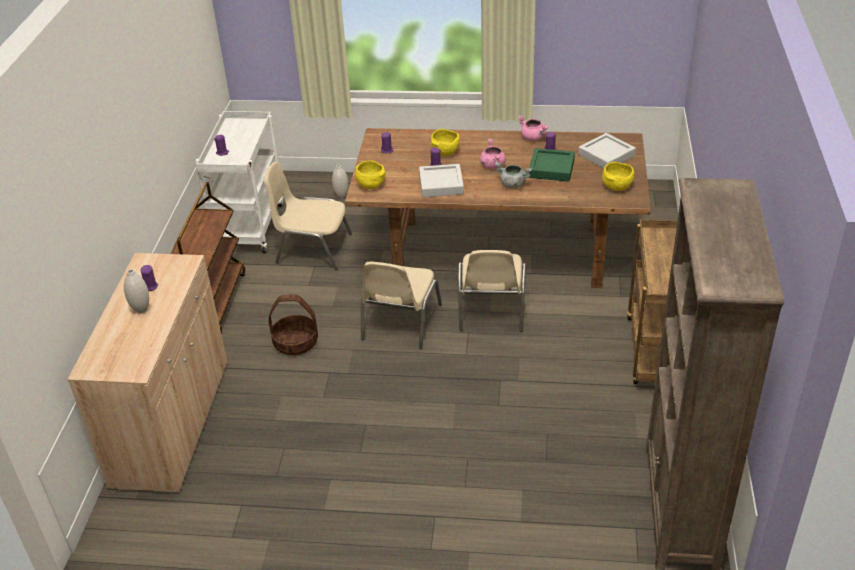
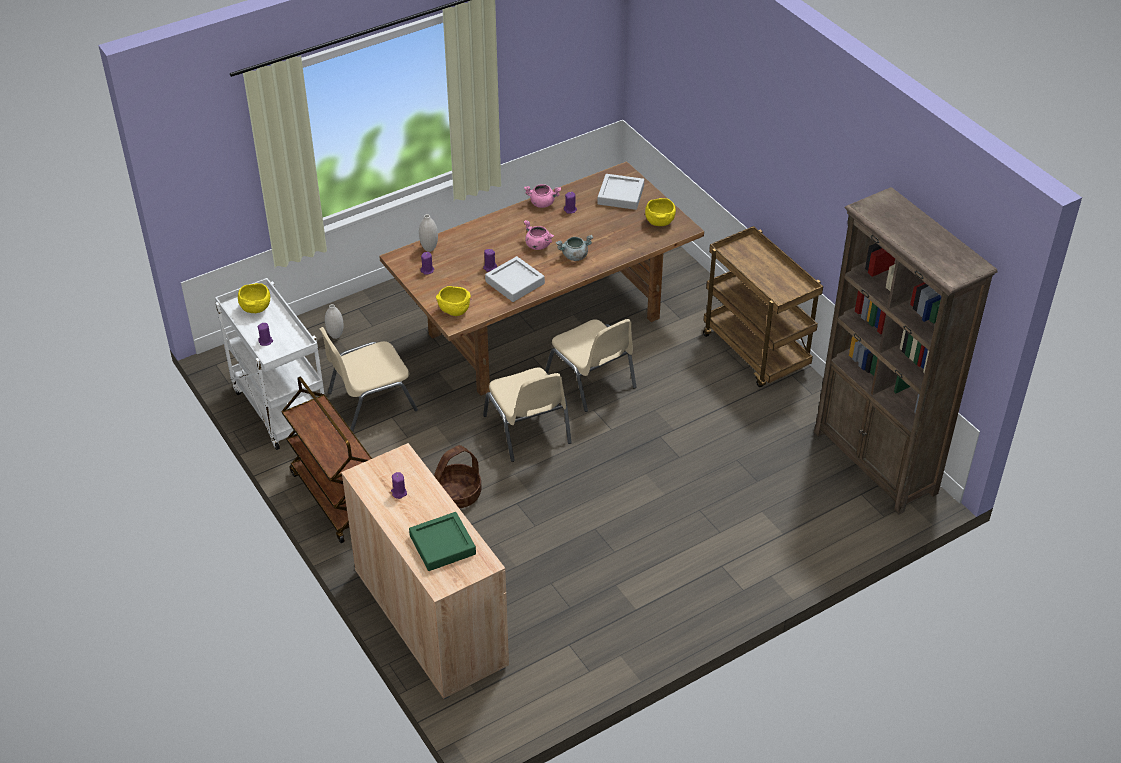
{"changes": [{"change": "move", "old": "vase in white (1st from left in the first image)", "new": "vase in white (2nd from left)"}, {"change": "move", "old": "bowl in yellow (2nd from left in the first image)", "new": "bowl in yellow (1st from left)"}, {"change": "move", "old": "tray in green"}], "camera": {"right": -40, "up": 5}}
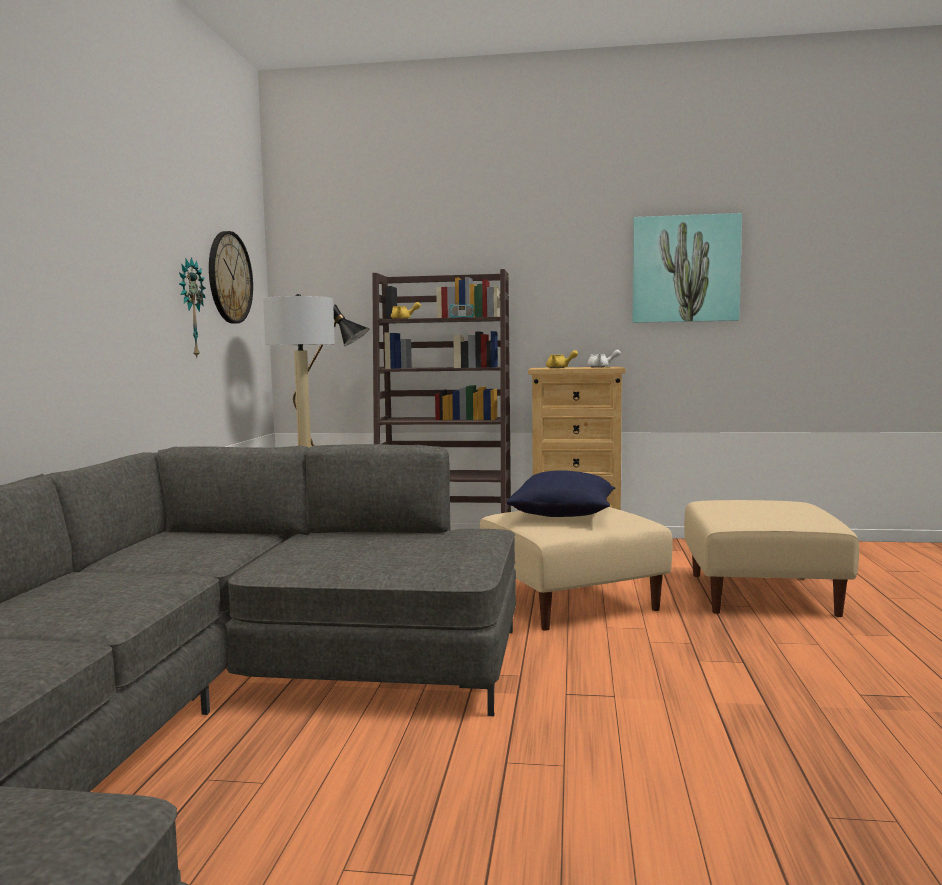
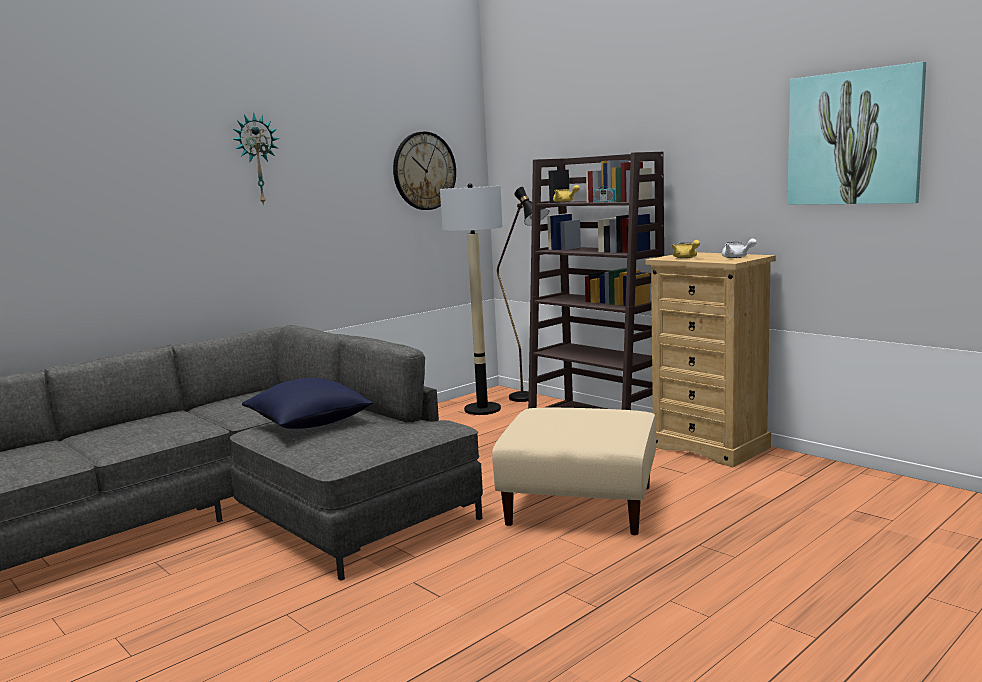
{"changes": [{"change": "move", "old": "wall clock (1st from left)"}, {"change": "move", "old": "pillow in blue"}, {"change": "delete", "old": "ottoman in beige (2nd from left)"}], "camera": {"right": 40, "up": 5}}
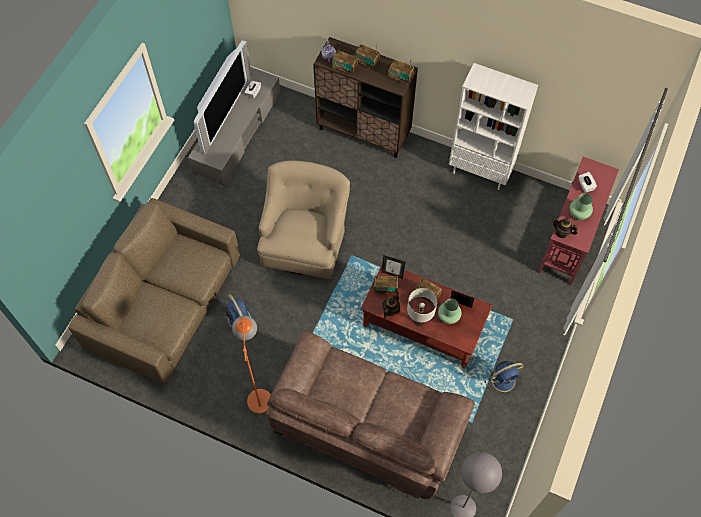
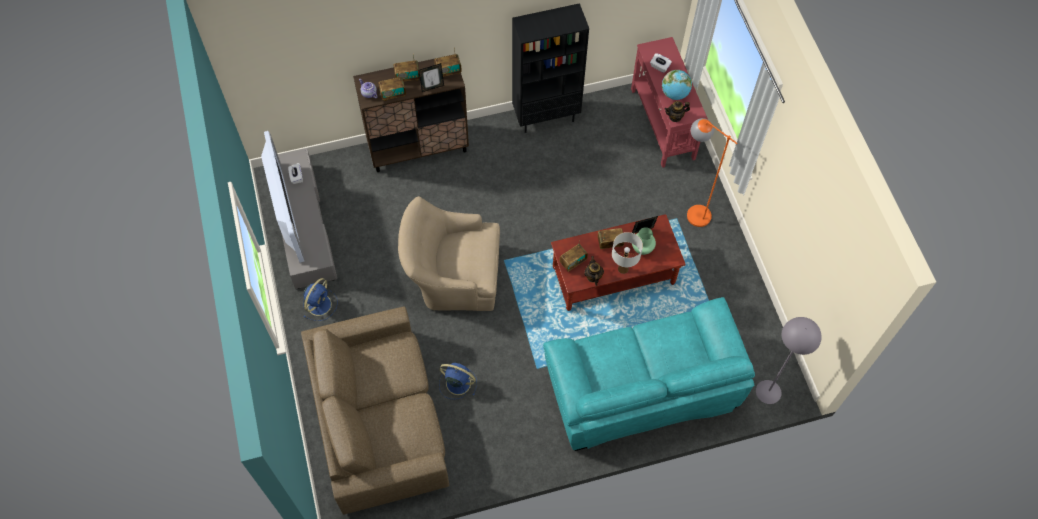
{"changes": [{"change": "move", "old": "floor lamp in orange"}, {"change": "rotate", "old": "armchair in beige", "degrees": -60}, {"change": "recolor", "old": "sofa in brown (2nd from left)", "new": "sofa in turquoise"}, {"change": "move", "old": "picture frame (1st from left)"}, {"change": "recolor", "old": "bookcase in white", "new": "bookcase in black"}, {"change": "move", "old": "fan in blue (2nd from left in the first image)", "new": "fan in blue (1st from left)"}, {"change": "replace", "old": "vase in green (2nd from left)", "new": "globe"}], "camera": {"right": -40, "up": 0}}
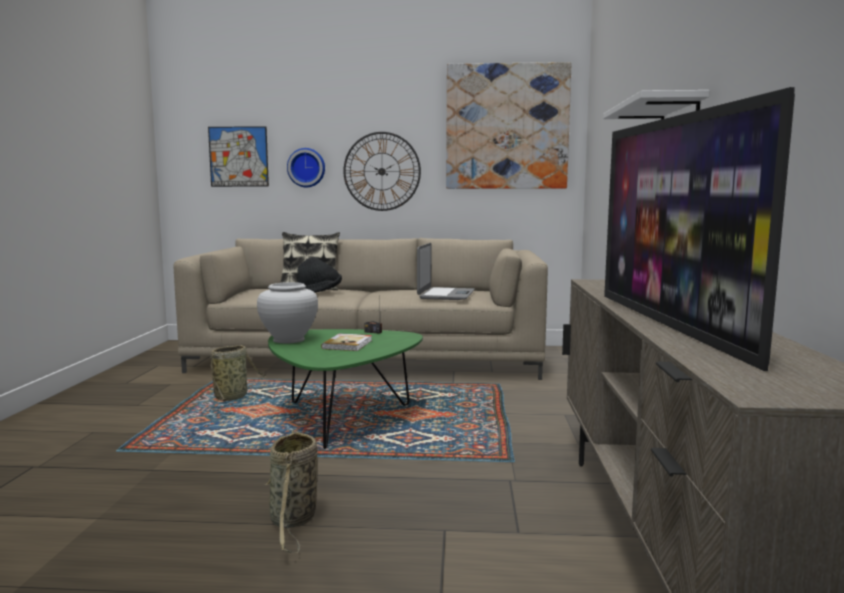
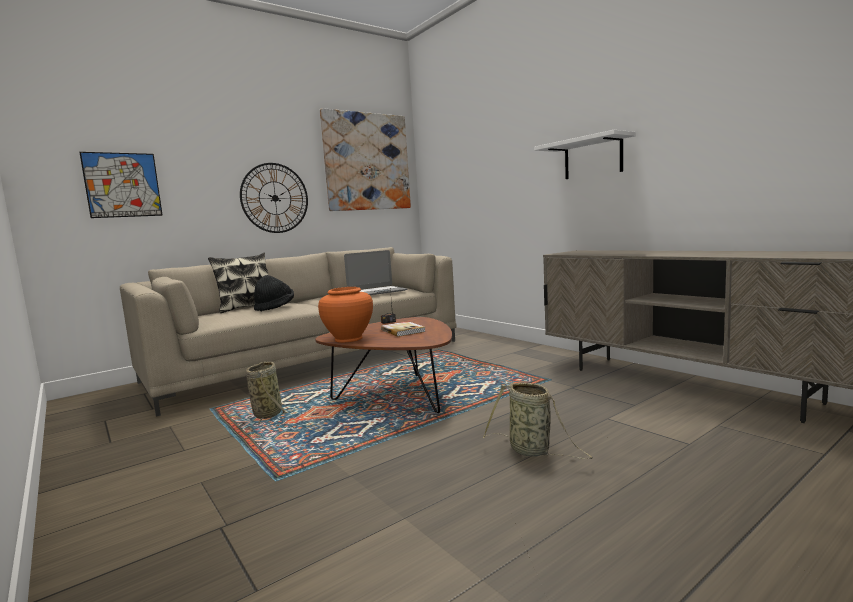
{"changes": [{"change": "recolor", "old": "vase in white", "new": "vase in orange"}, {"change": "recolor", "old": "coffee table in green", "new": "coffee table in brown"}, {"change": "delete", "old": "wall clock (1st from left)"}, {"change": "rotate", "old": "laptop", "degrees": 90}, {"change": "delete", "old": "television"}], "camera": {"right": -40, "up": 0}}
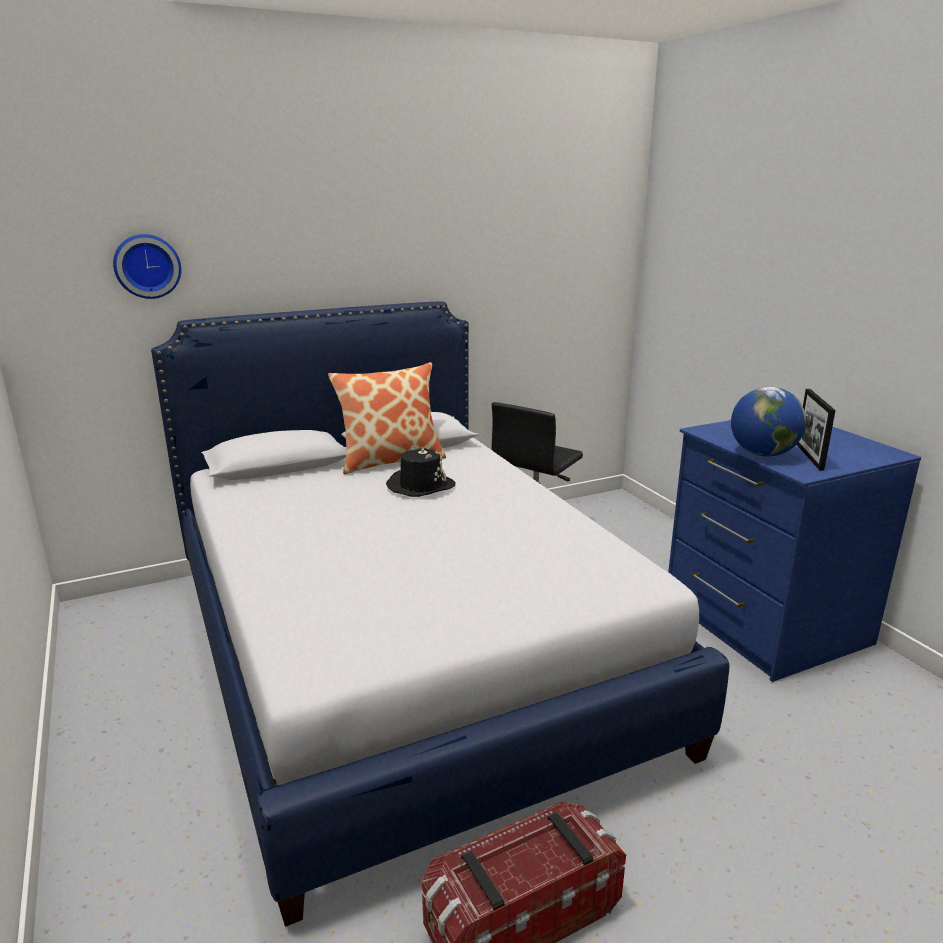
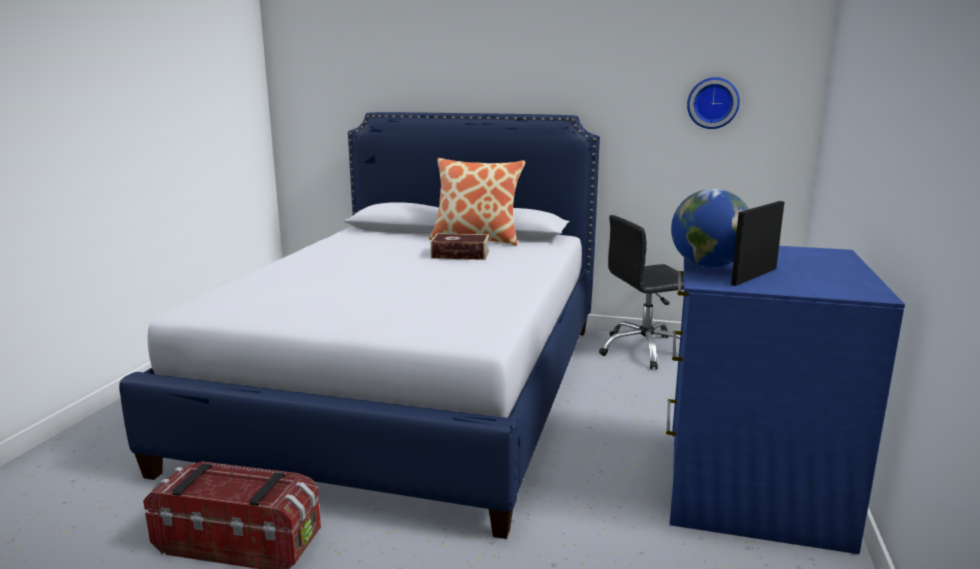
{"changes": [{"change": "move", "old": "wall clock"}, {"change": "replace", "old": "hat in black", "new": "book"}], "camera": {"right": 40, "up": -5}}
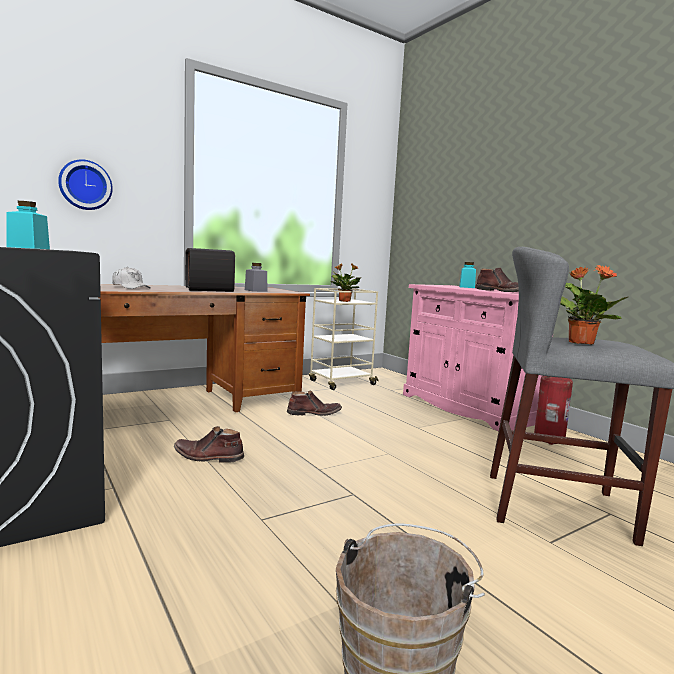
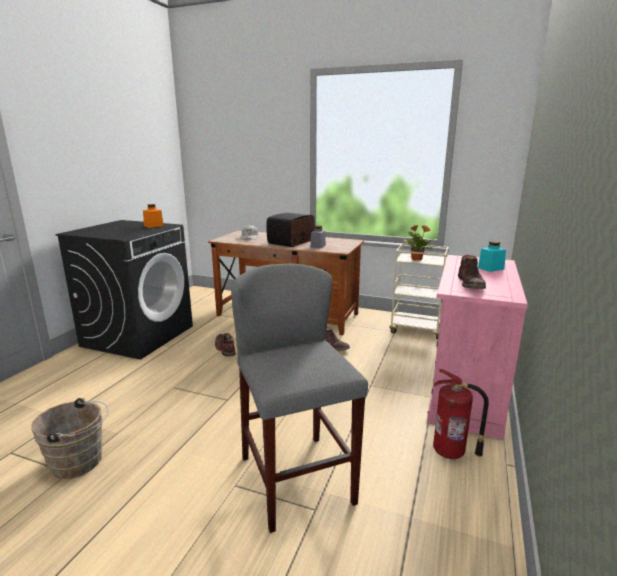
{"changes": [{"change": "recolor", "old": "jar in turquoise (1st from left)", "new": "jar in orange"}, {"change": "delete", "old": "wall clock"}, {"change": "delete", "old": "potted plant (2nd from left)"}], "camera": {"right": 55, "up": 10}}
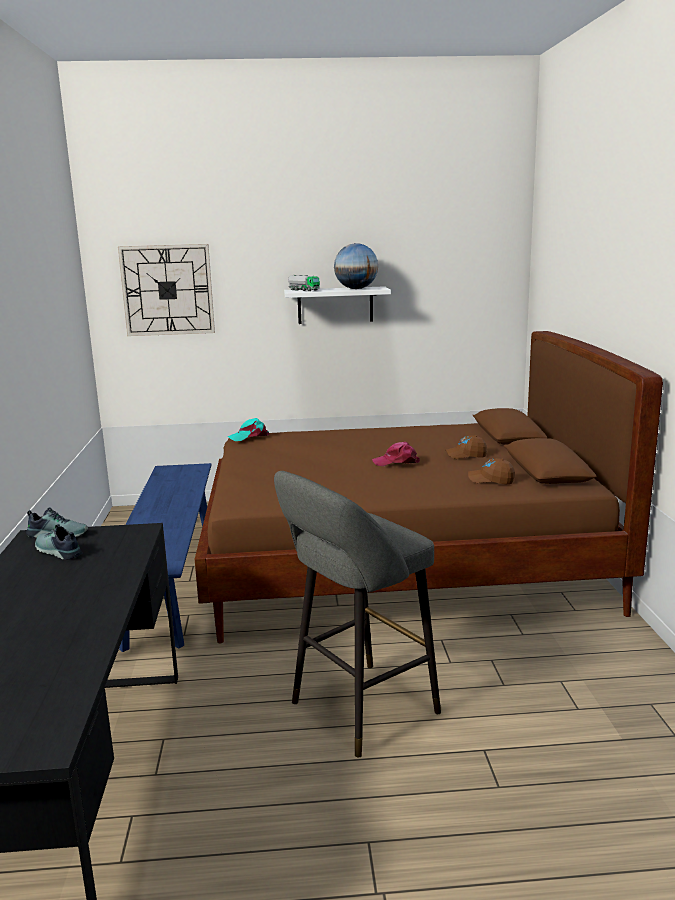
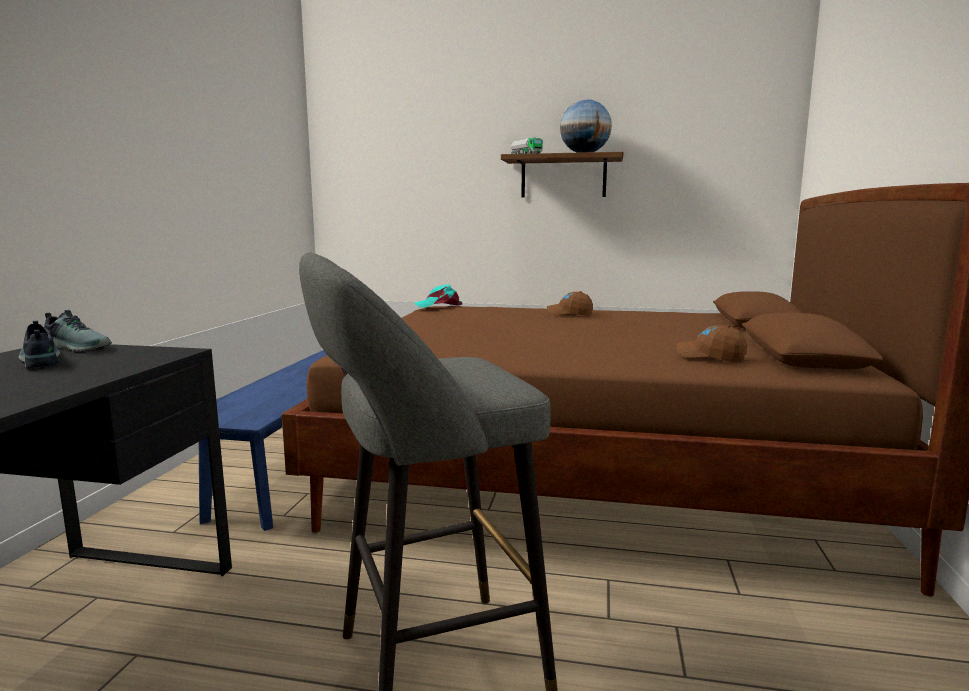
{"changes": [{"change": "delete", "old": "wall clock"}, {"change": "recolor", "old": "shelf in white", "new": "shelf in brown"}, {"change": "delete", "old": "cap in pink"}, {"change": "move", "old": "cap in brown (1st from left)"}], "camera": {"right": 15, "up": -5}}
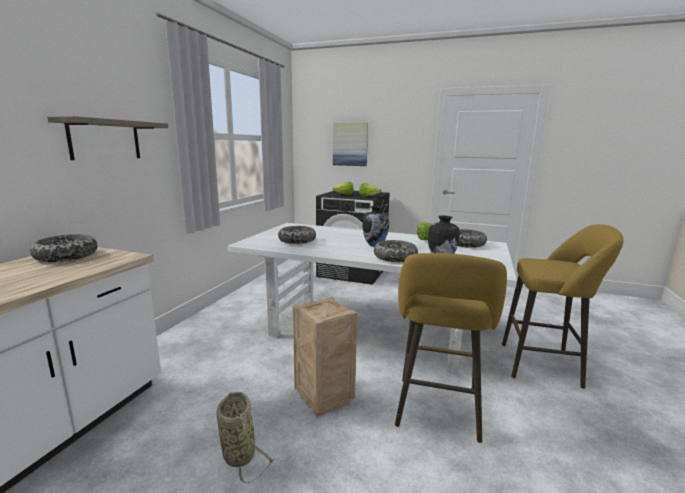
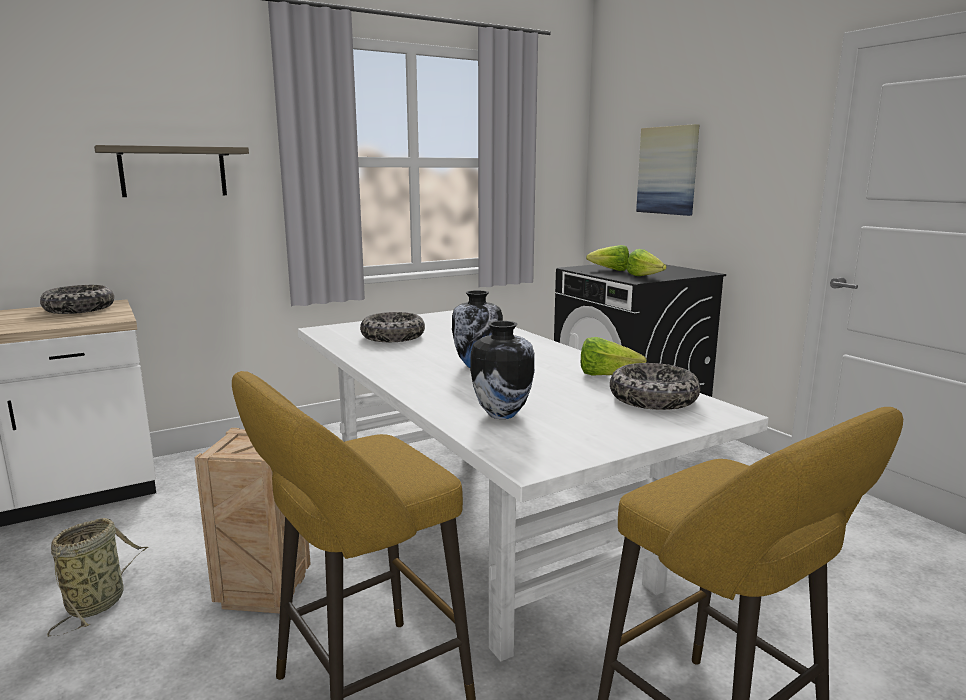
{"changes": [{"change": "delete", "old": "bowl (3rd from left)"}], "camera": {"right": 40, "up": 0}}
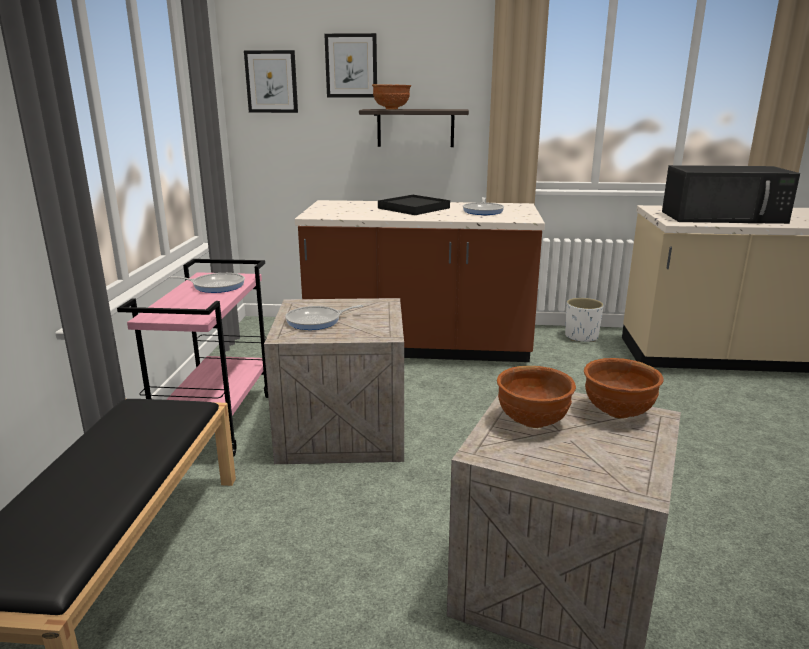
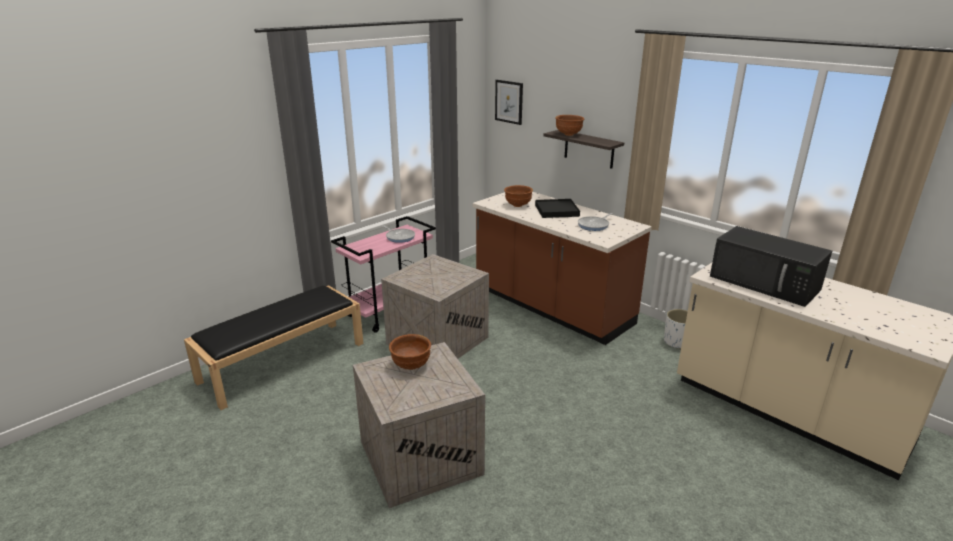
{"changes": [{"change": "delete", "old": "frying pan (2nd from left)"}, {"change": "delete", "old": "picture (2nd from left)"}, {"change": "move", "old": "bowl in brown (3rd from left in the first image)", "new": "bowl in brown (2nd from left)"}], "camera": {"right": 40, "up": 5}}
